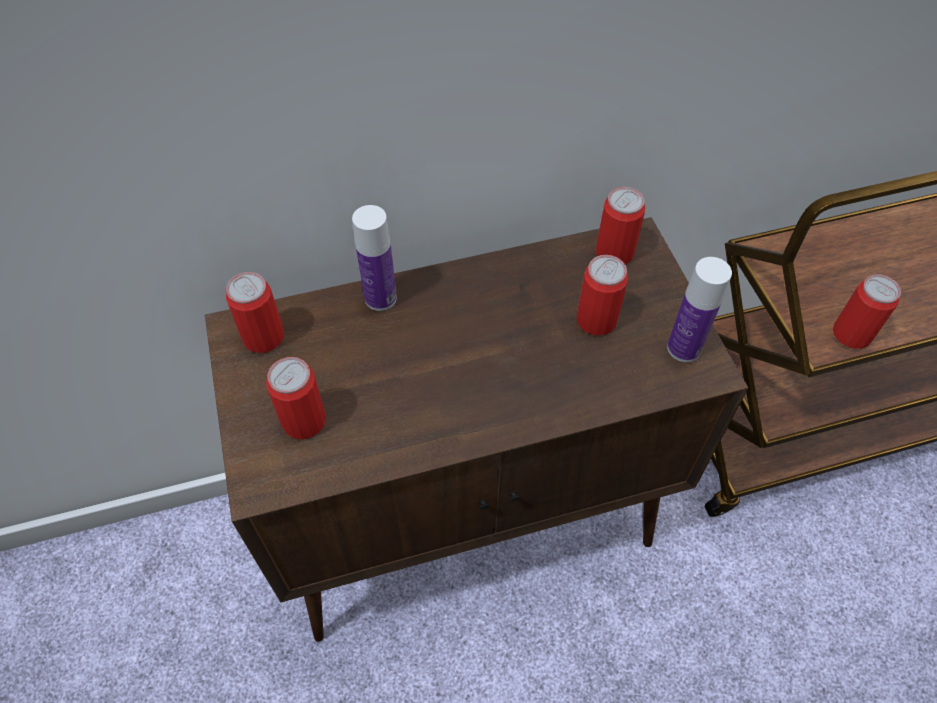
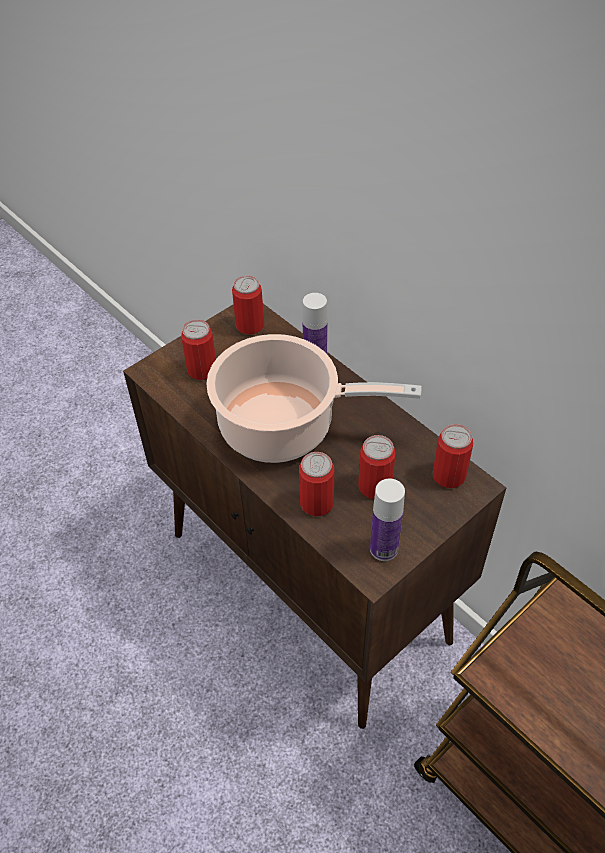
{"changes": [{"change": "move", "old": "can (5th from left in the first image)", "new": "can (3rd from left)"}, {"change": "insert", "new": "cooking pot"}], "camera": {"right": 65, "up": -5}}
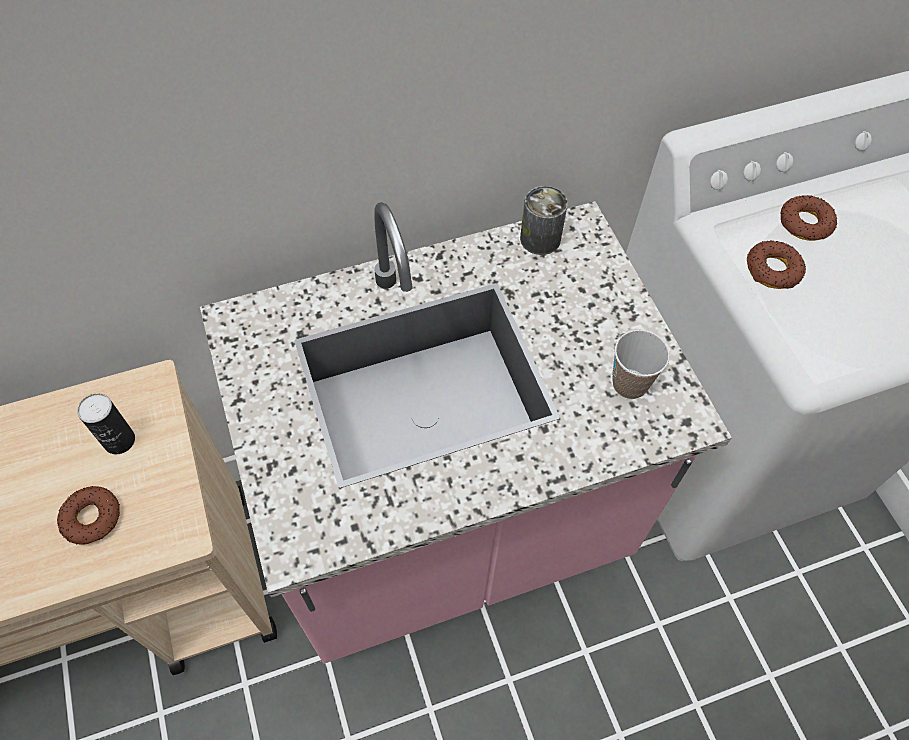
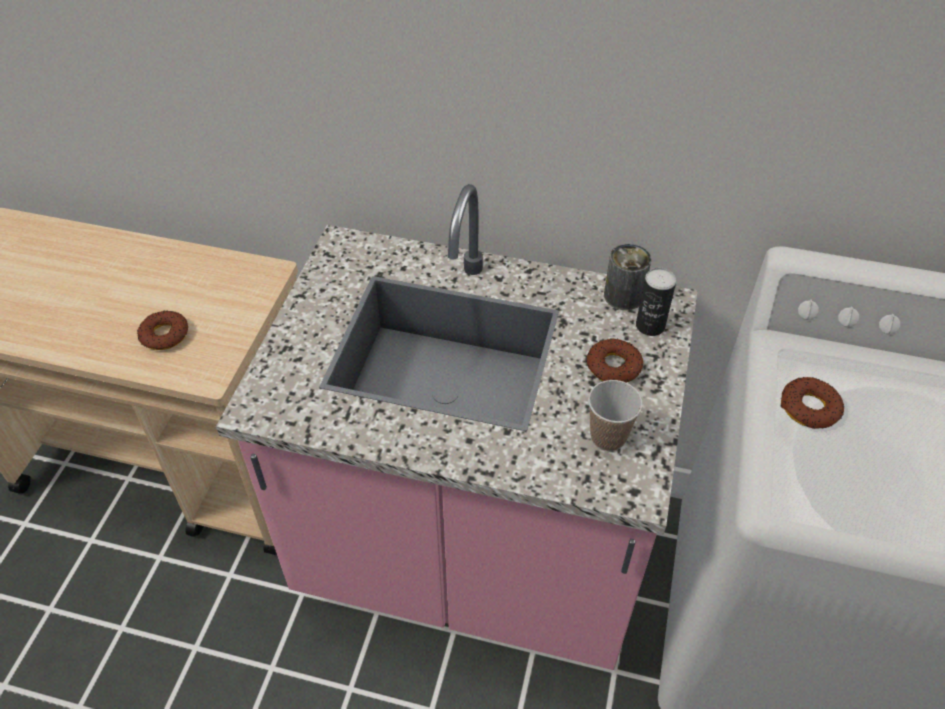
{"changes": [{"change": "move", "old": "can (1st from left in the first image)", "new": "can (2nd from left)"}, {"change": "move", "old": "donut (3rd from left in the first image)", "new": "donut (2nd from left)"}], "camera": {"right": 35, "up": -10}}
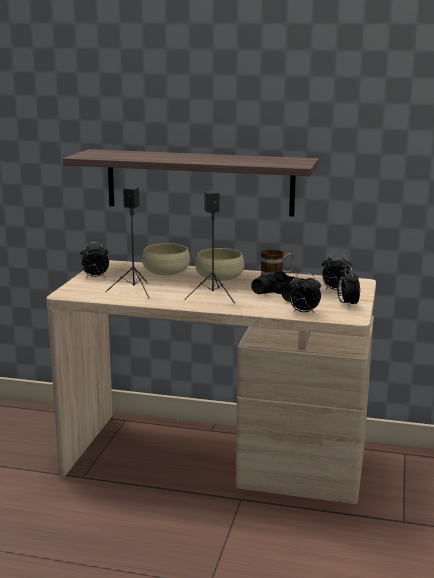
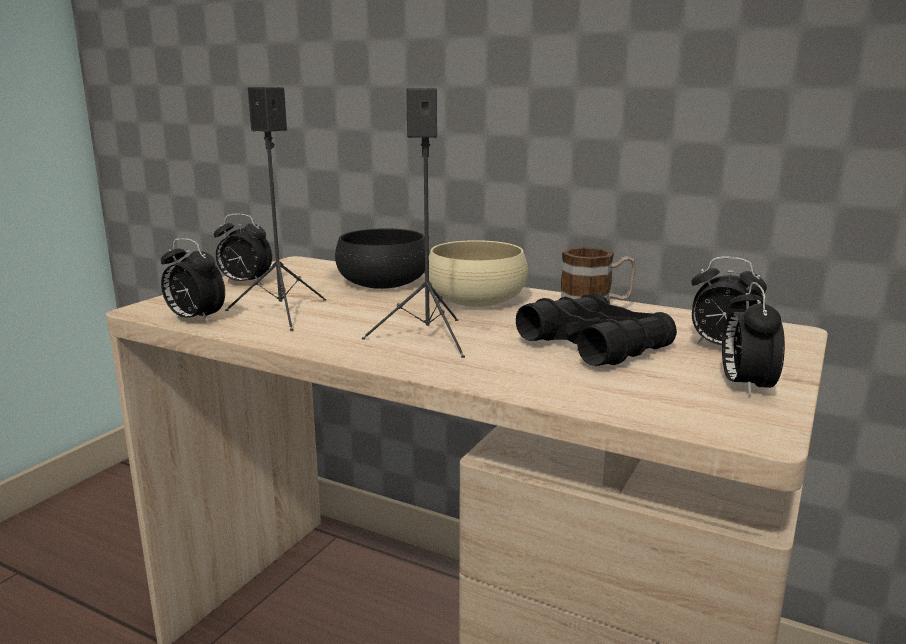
{"changes": [{"change": "delete", "old": "shelf"}, {"change": "recolor", "old": "bowl in beige (1st from left)", "new": "bowl in black"}, {"change": "move", "old": "alarm clock (2nd from left in the first image)", "new": "alarm clock (1st from left)"}], "camera": {"right": 15, "up": 0}}
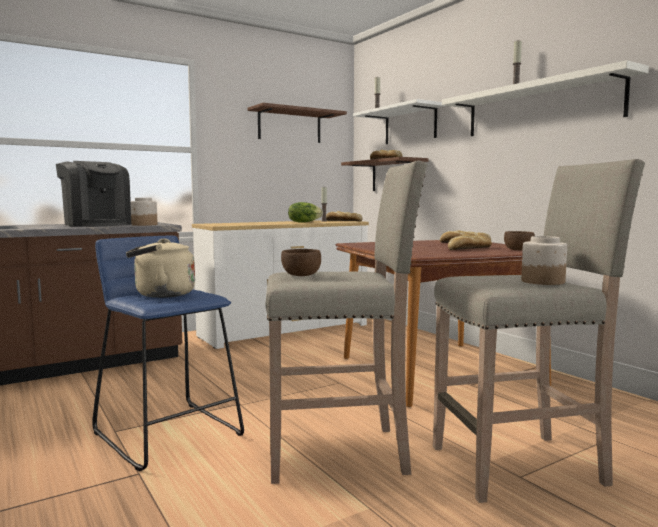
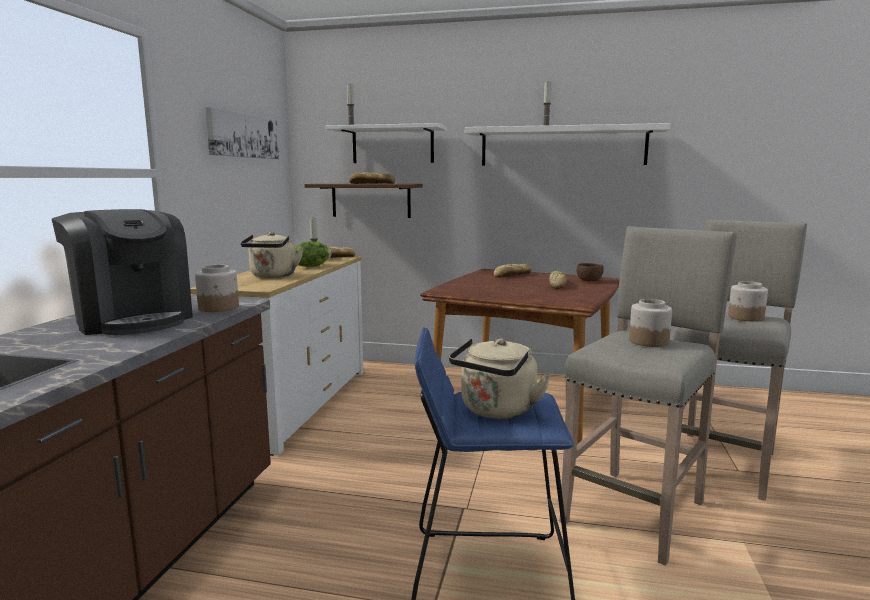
{"changes": [{"change": "rotate", "old": "coffee machine", "degrees": 45}, {"change": "replace", "old": "shelf in brown (1st from left)", "new": "picture"}, {"change": "delete", "old": "bowl in brown (1st from left)"}, {"change": "insert", "new": "kettle in beige (1st from left)"}, {"change": "insert", "new": "jar (2nd from left)"}], "camera": {"right": -45, "up": 5}}
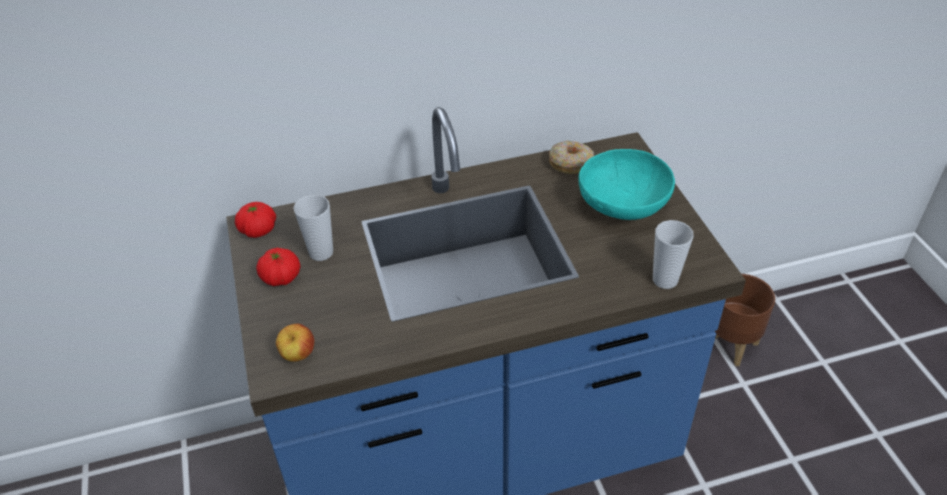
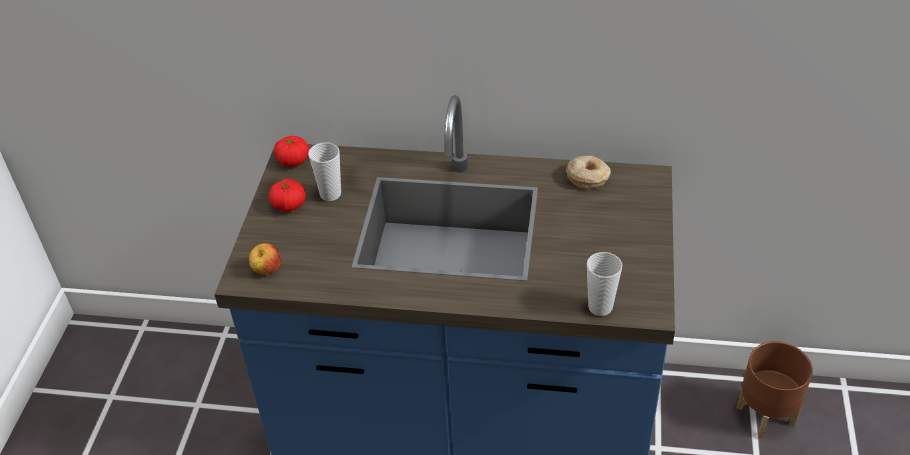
{"changes": [{"change": "delete", "old": "bowl in turquoise"}], "camera": {"right": 25, "up": 0}}
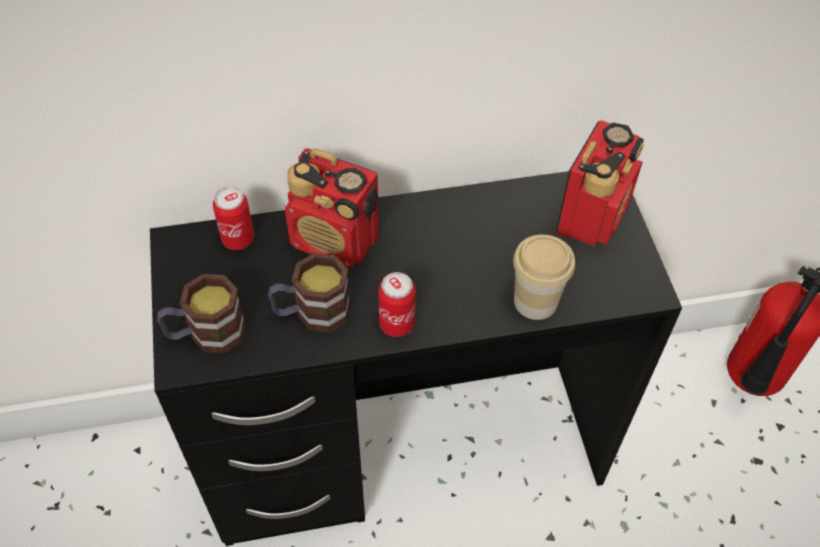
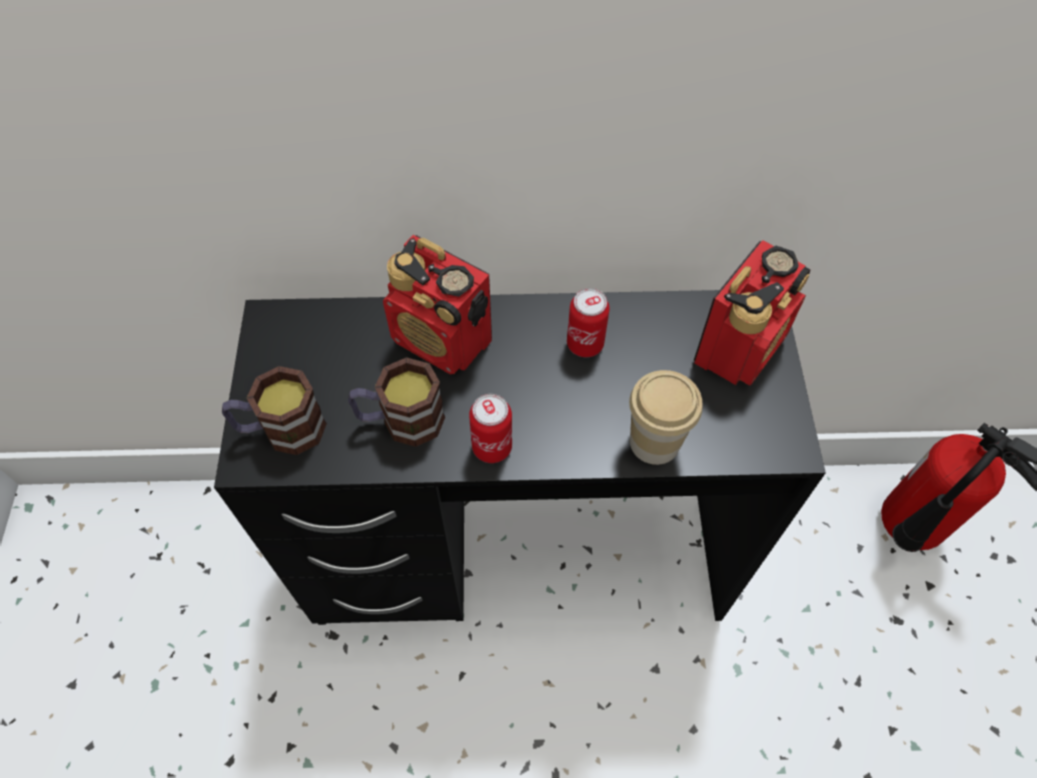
{"changes": [{"change": "move", "old": "can (1st from left in the first image)", "new": "can (2nd from left)"}], "camera": {"right": 10, "up": 5}}
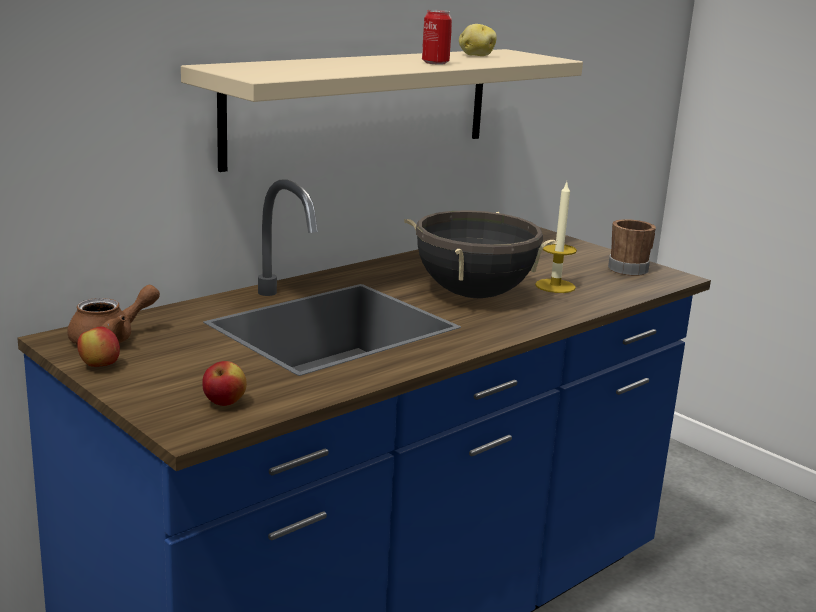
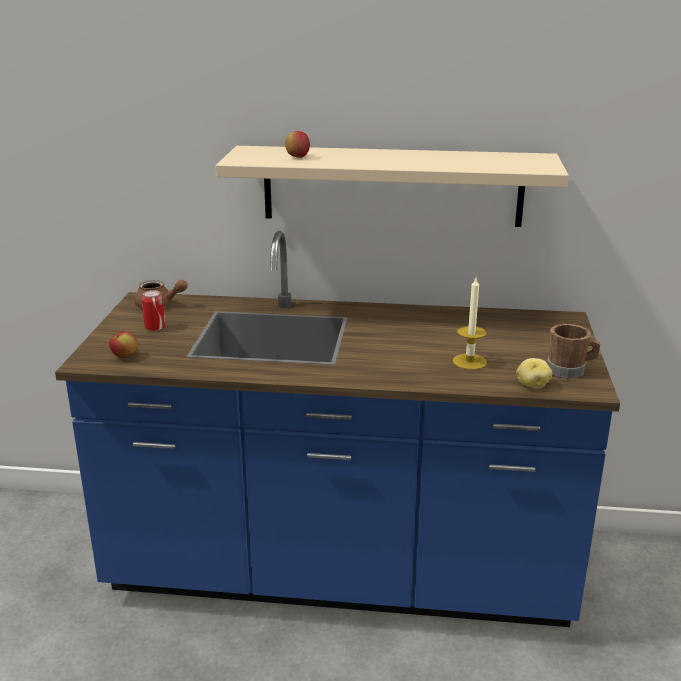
{"changes": [{"change": "move", "old": "apple (1st from left in the first image)", "new": "apple (2nd from left)"}, {"change": "delete", "old": "cooking pot in black"}, {"change": "move", "old": "can"}, {"change": "move", "old": "potato"}], "camera": {"right": 50, "up": 5}}
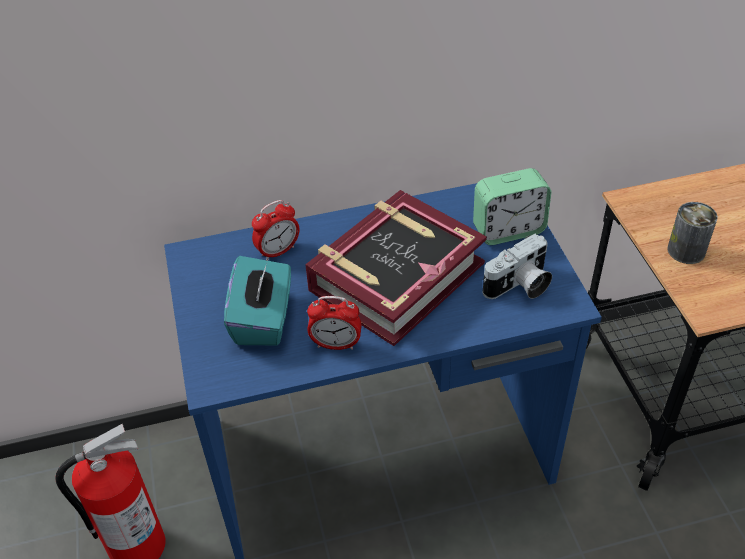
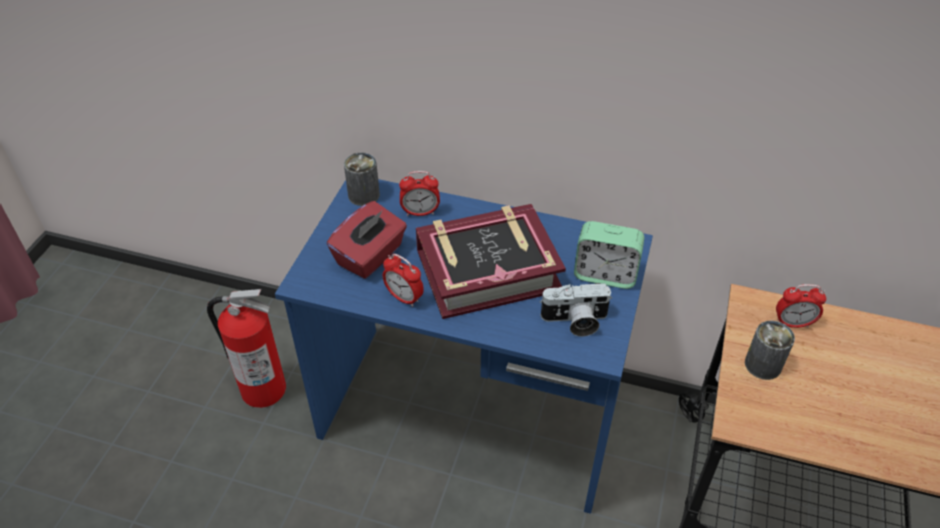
{"changes": [{"change": "recolor", "old": "tissue box in turquoise", "new": "tissue box in red"}, {"change": "insert", "new": "can (1st from left)"}, {"change": "insert", "new": "alarm clock (4th from left)"}], "camera": {"right": 30, "up": 0}}
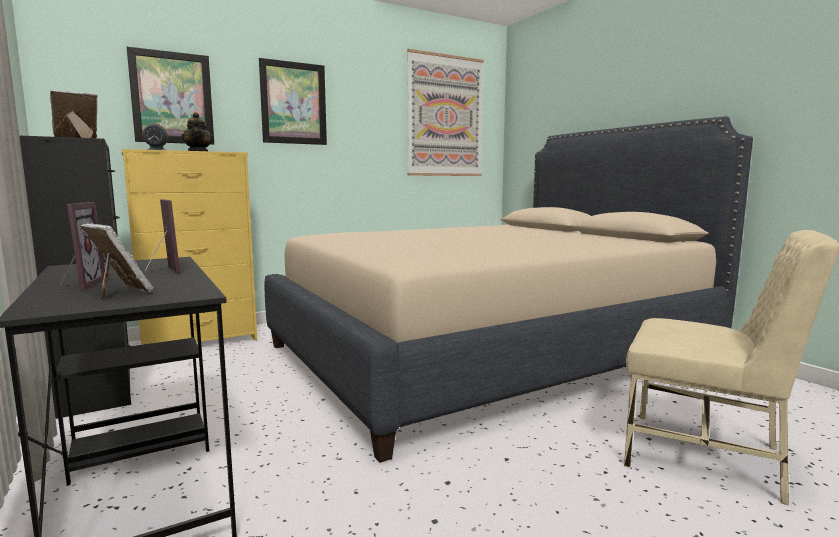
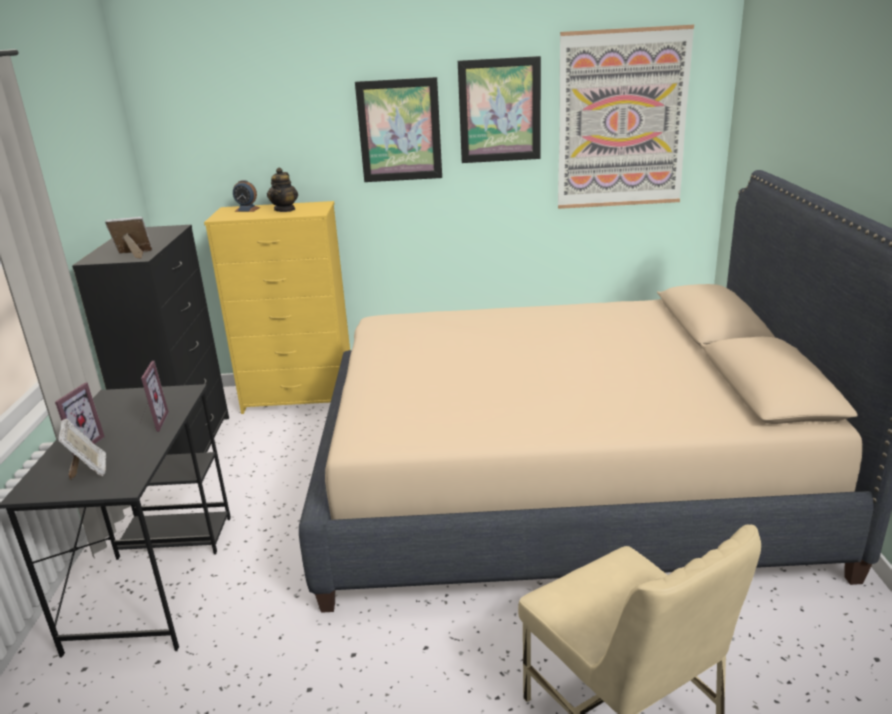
{"changes": [{"change": "move", "old": "picture (1st from left in the first image)", "new": "picture (2nd from left)"}], "camera": {"right": 30, "up": 15}}
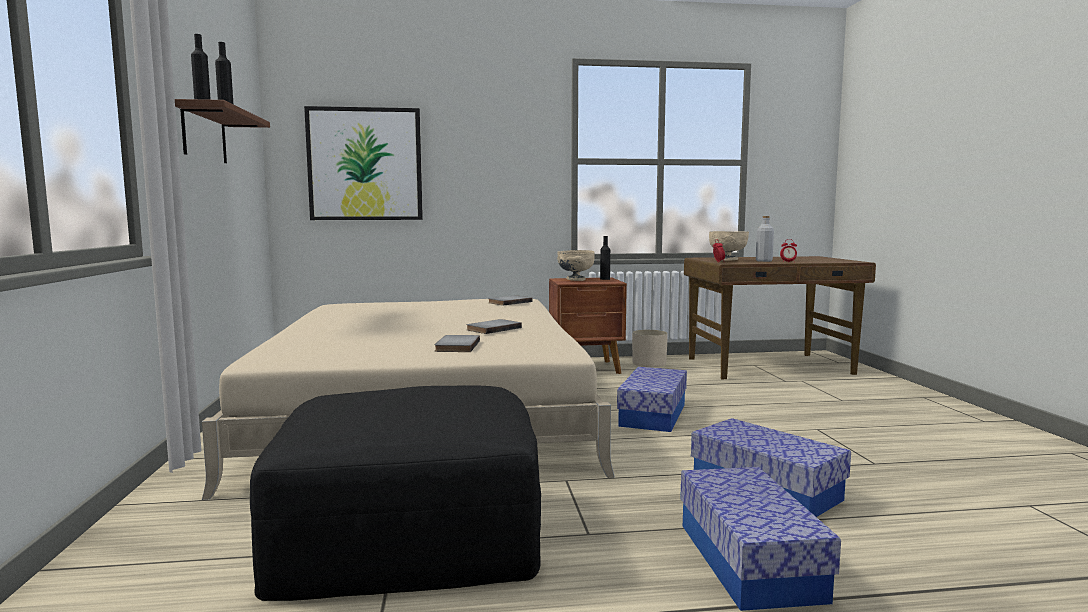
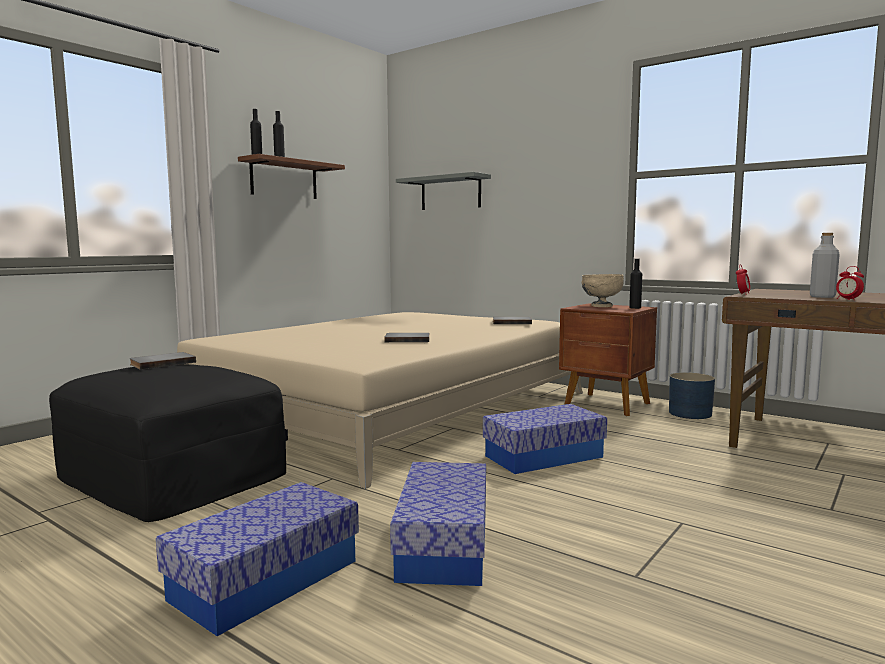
{"changes": [{"change": "replace", "old": "picture", "new": "shelf in grey"}, {"change": "move", "old": "book in grey (1st from left)"}, {"change": "recolor", "old": "planter in beige", "new": "planter in blue"}, {"change": "delete", "old": "bowl in beige (2nd from left)"}], "camera": {"right": 45, "up": 0}}
